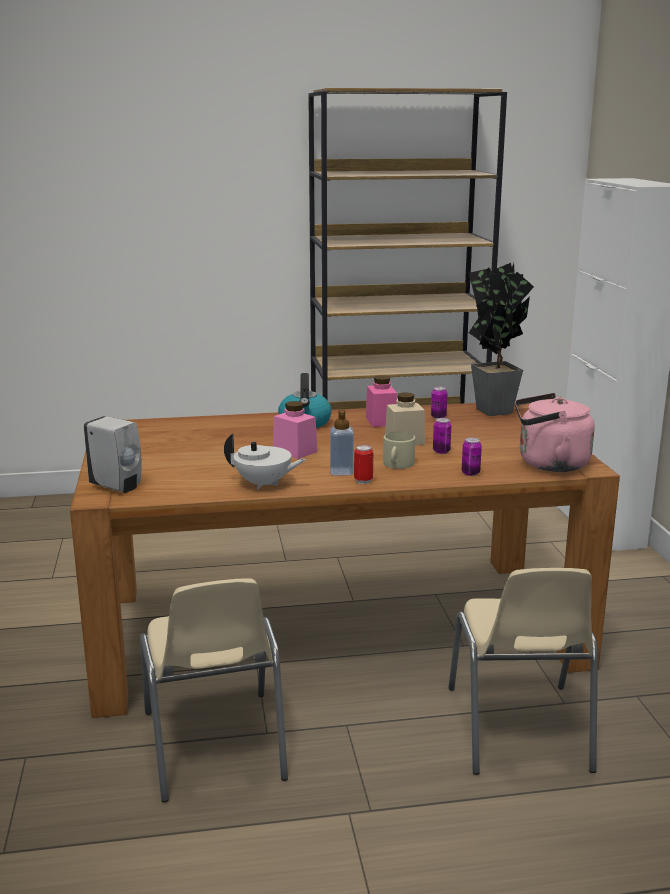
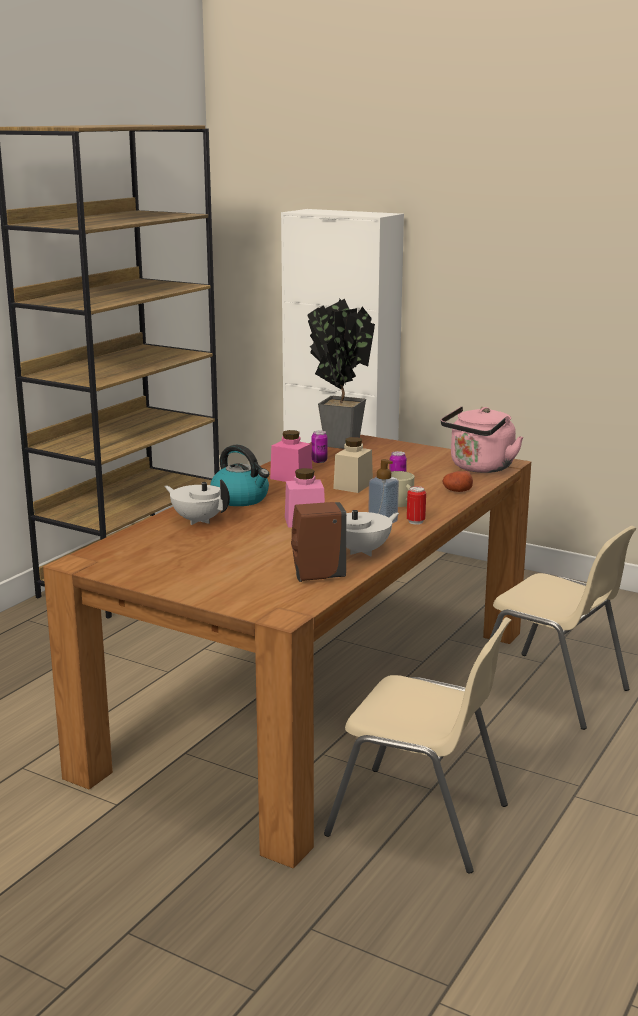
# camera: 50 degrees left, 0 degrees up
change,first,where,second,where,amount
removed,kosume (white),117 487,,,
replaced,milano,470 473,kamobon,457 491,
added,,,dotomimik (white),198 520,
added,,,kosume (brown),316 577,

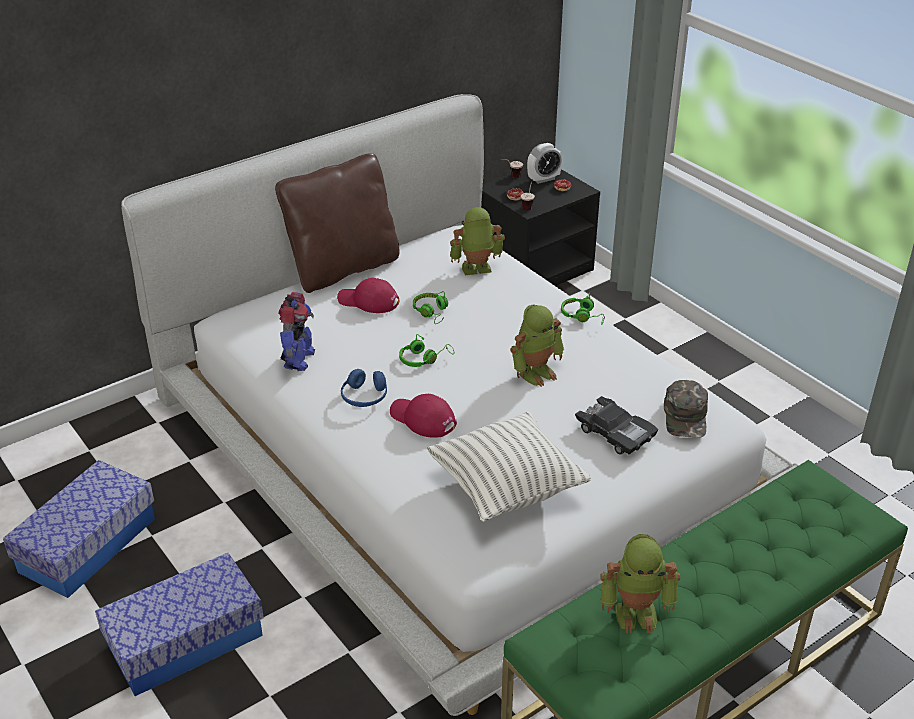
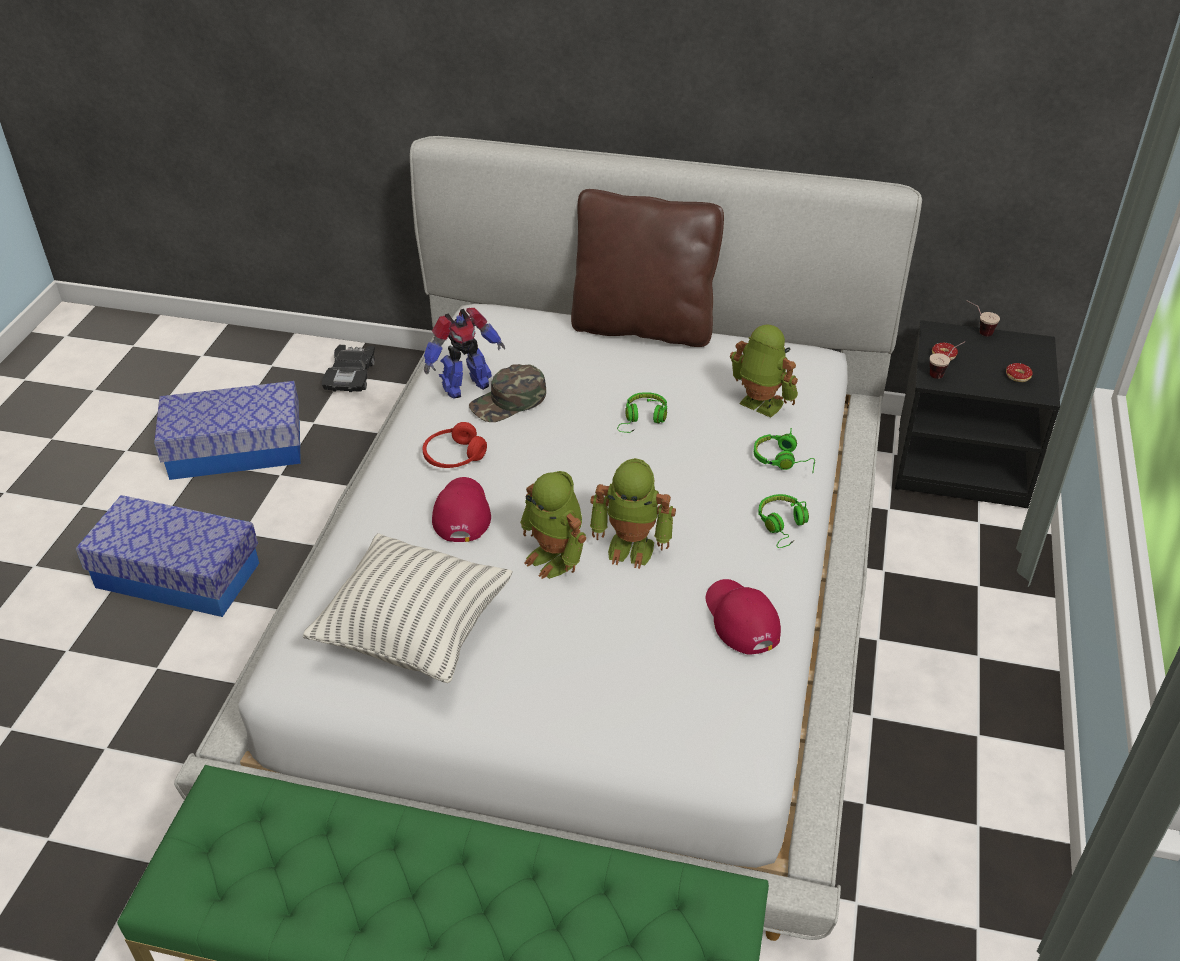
# camera: 50 degrees right, 5 degrees up
change,first,where,second,where,amount
removed,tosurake,543 179,,,
moved,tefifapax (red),368 301,,740 619,
moved,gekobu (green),424 359,,783 460,
recoloured,gekobu (blue),364 397,gekobu (red),454 456,
moved,tefifapax (green),686 416,,509 402,
moved,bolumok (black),615 433,,351 376,
moved,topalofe,636 612,,555 558,

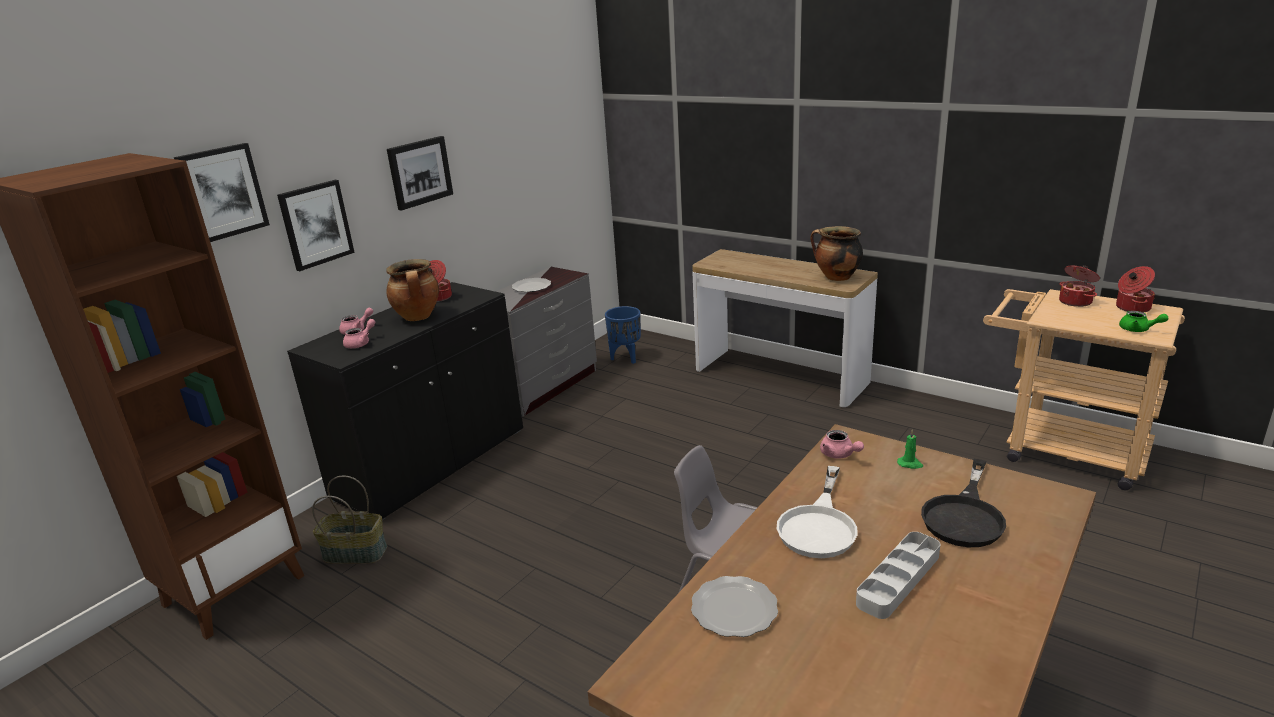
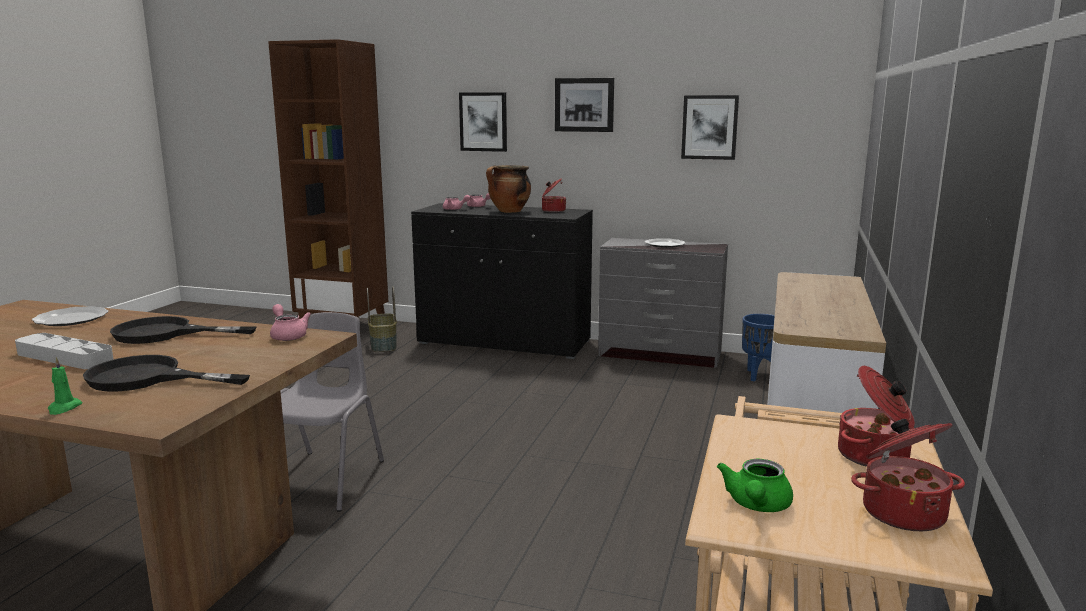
# camera: 70 degrees right, 10 degrees down
change,first,where,second,where,amount
moved,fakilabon,222 192,,709 127,
removed,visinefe,836 278,,,
moved,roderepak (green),910 464,,64 408,
turned,dotomimik (pink),839 455,,288 335,105 degrees clockwise
recoloured,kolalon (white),819 525,kolalon (black),165 334,

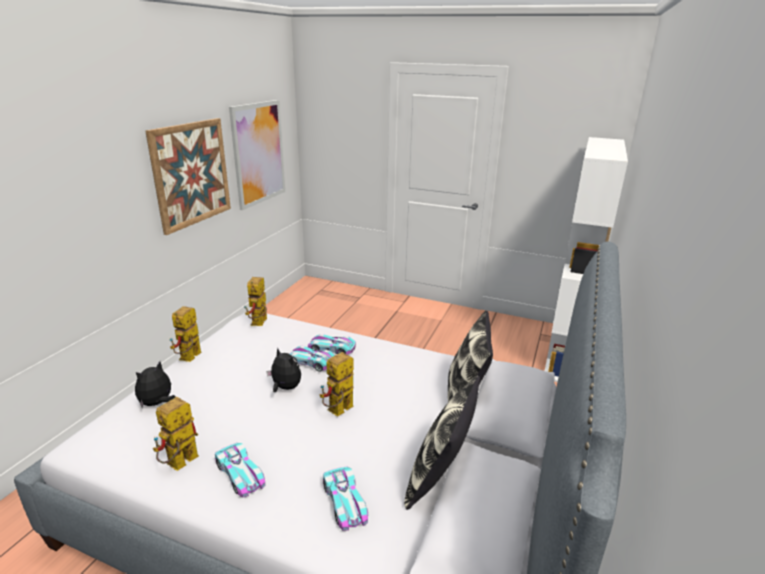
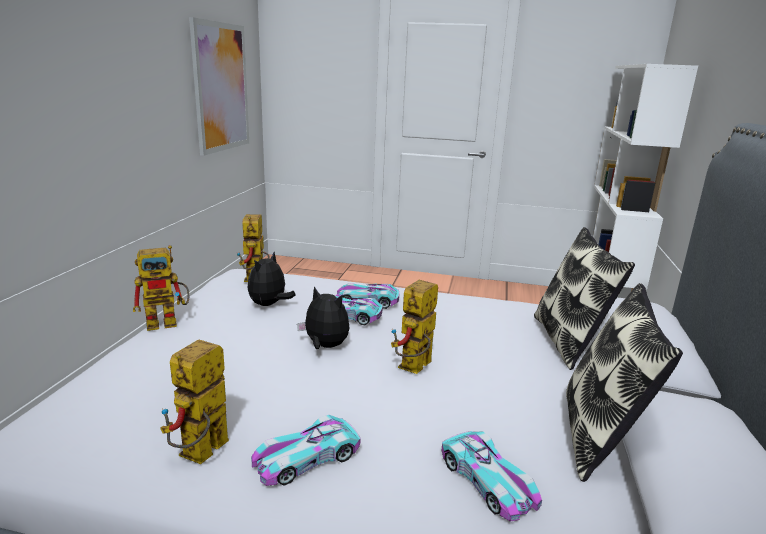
# camera: 10 degrees left, 5 degrees down
change,first,where,second,where,amount
removed,fakilabon,191 174,,,
turned,topalofe,189 359,,169 322,120 degrees counterclockwise
moved,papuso,157 403,,269 305,
turned,bolumok,240 473,,306 458,105 degrees clockwise

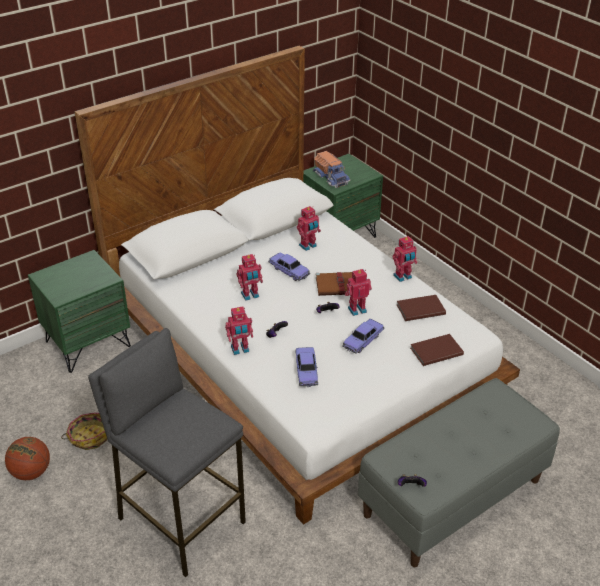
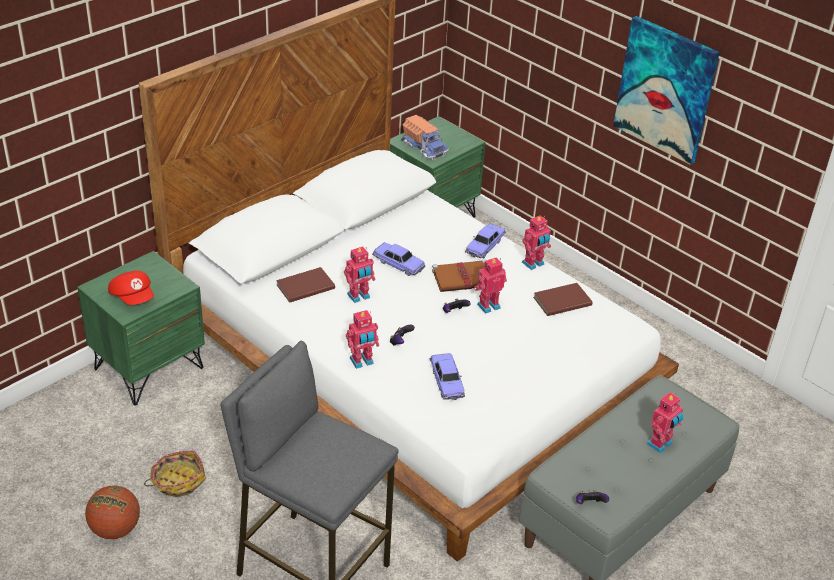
# camera: 10 degrees left, 0 degrees up
change,first,where,second,where,amount
moved,topalofe,308 246,,660 444,
moved,bolumok,363 340,,485 246,
moved,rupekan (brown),435 351,,304 286,
added,,,fakilabon,665 89,
added,,,tefifapax (red),133 297,

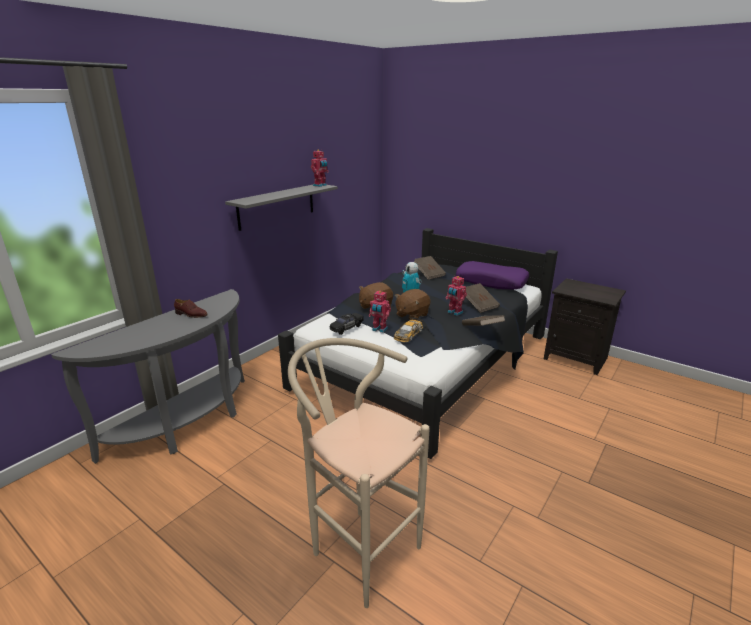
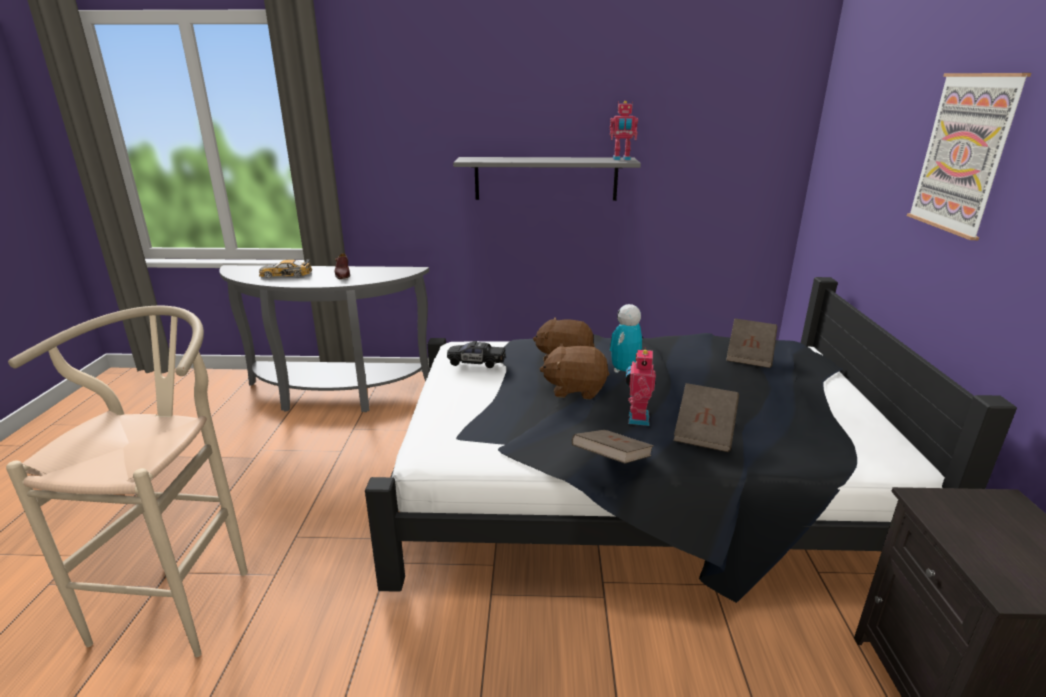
# camera: 55 degrees right, 0 degrees up
change,first,where,second,where,amount
removed,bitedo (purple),491 282,,,
removed,topalofe,379 329,,,
moved,bolumok,408 334,,285 274,
added,,,fakilabon,964 154,

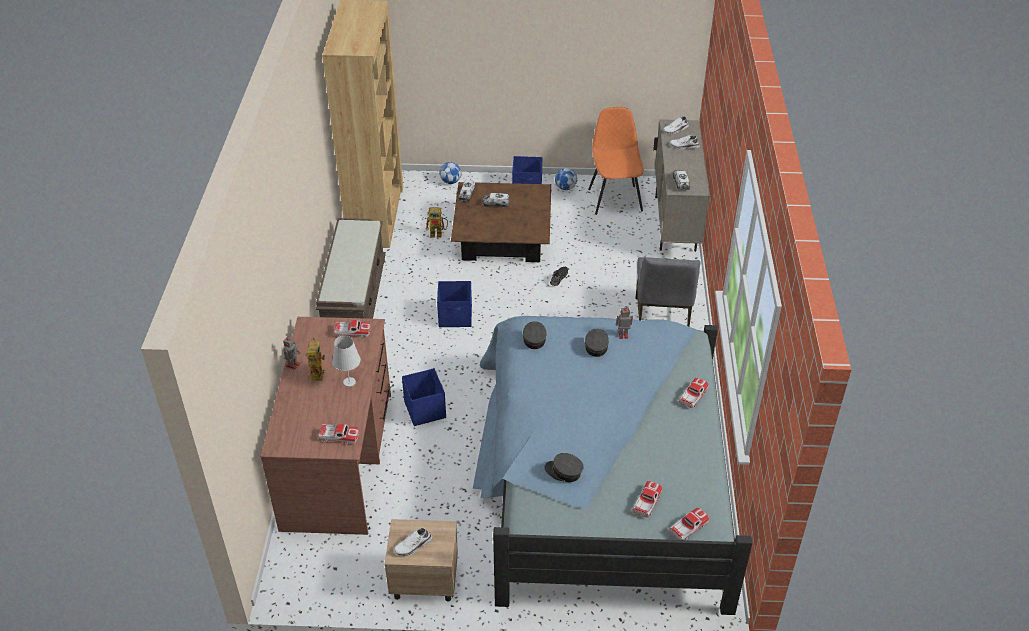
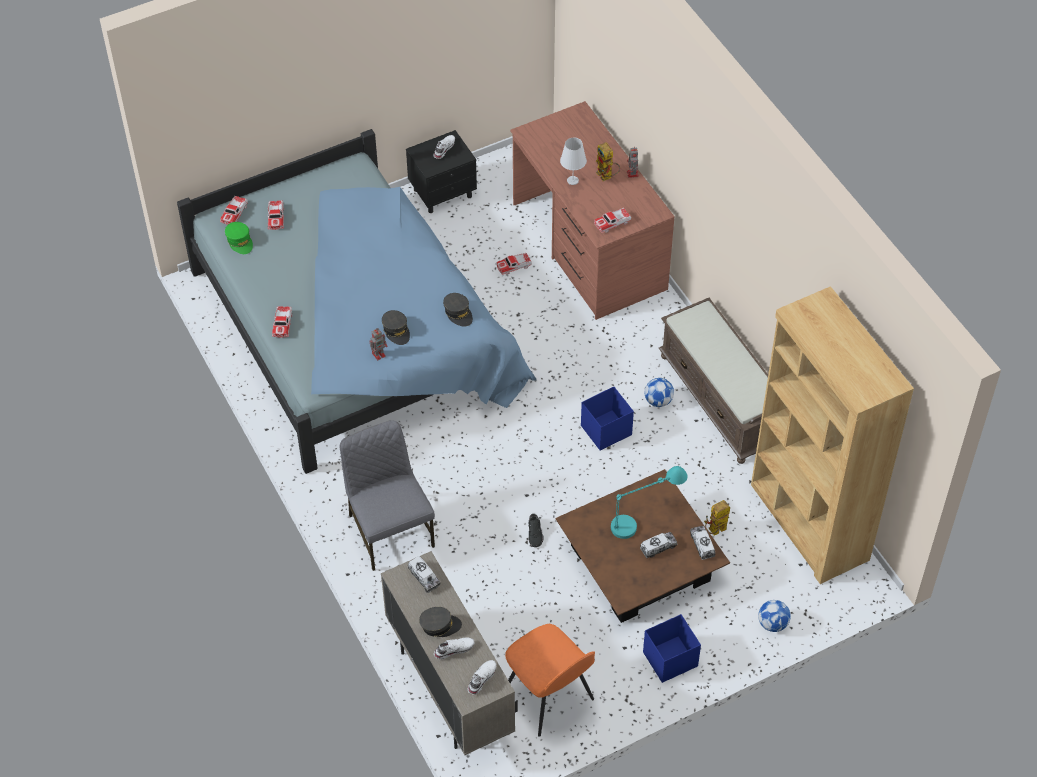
# camera: 150 degrees right, 10 degrees up
change,first,where,second,where,amount
moved,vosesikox,565 188,,658 401,
removed,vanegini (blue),425 409,,,
moved,bolumok,339 437,,514 266,
moved,tefifapax (grey),564 472,,440 625,
recoloured,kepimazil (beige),423 581,kepimazil (black),443 193,
added,,,tefifapax (green),240 241,
added,,,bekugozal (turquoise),644 519,

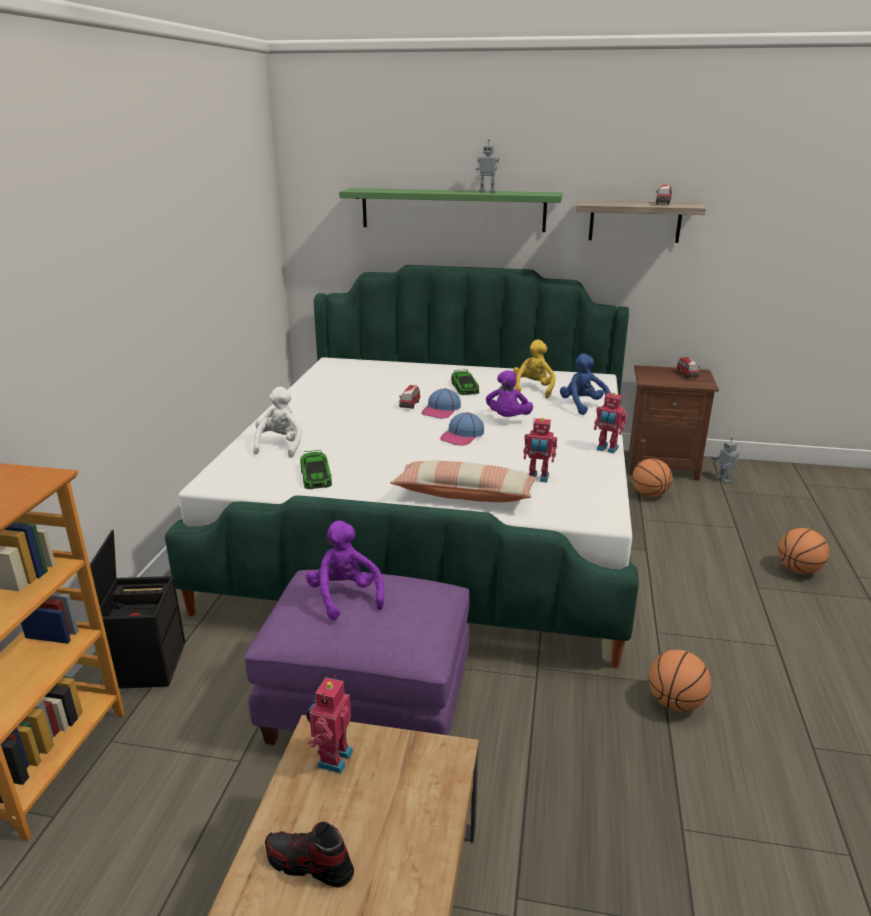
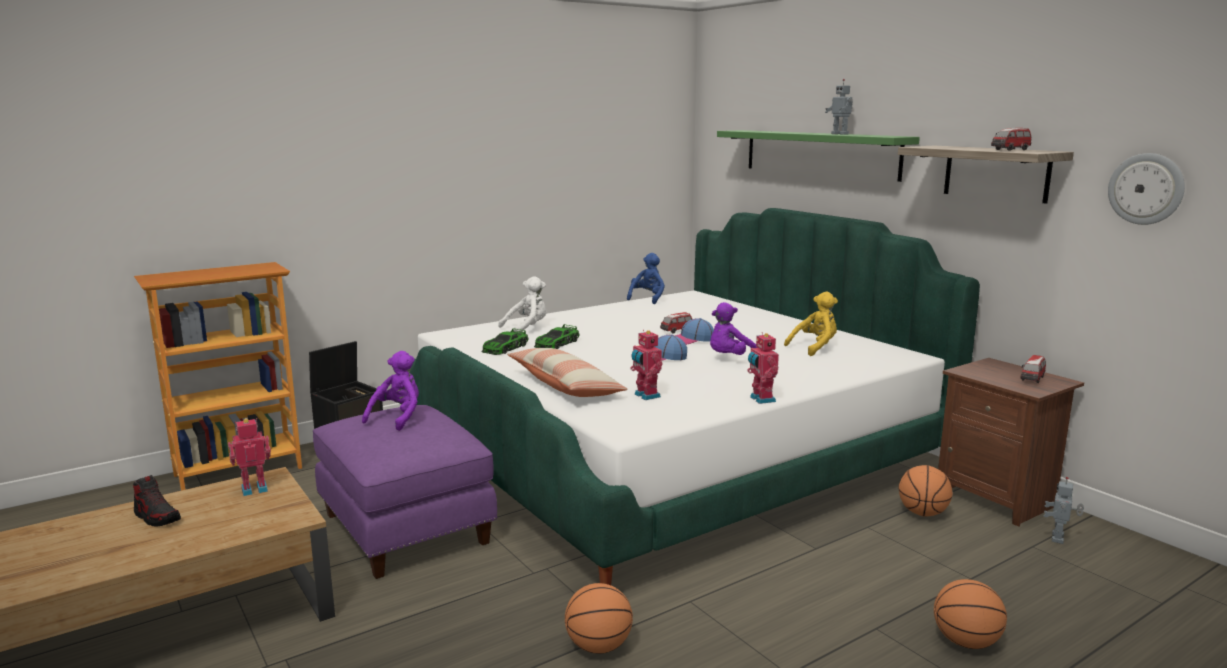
# camera: 45 degrees right, 10 degrees down
change,first,where,second,where,amount
moved,papuso (blue),583 406,,647 298,
moved,bolumok,464 387,,556 343,
turned,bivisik,309 865,,157 517,150 degrees clockwise
added,,,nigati,1146 189,

